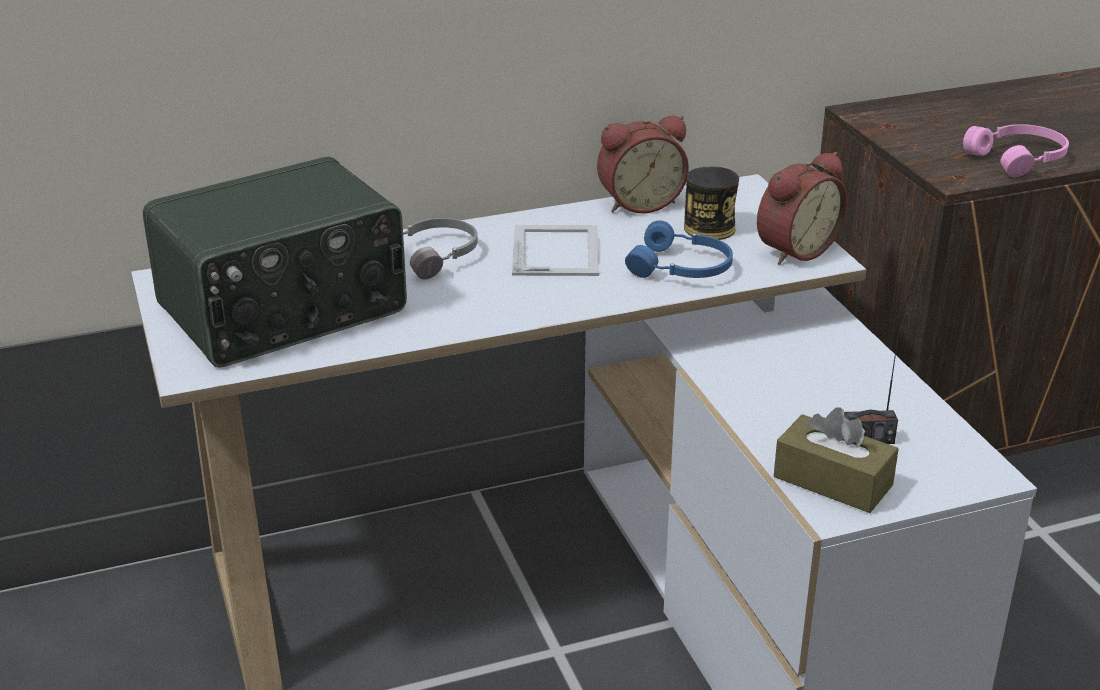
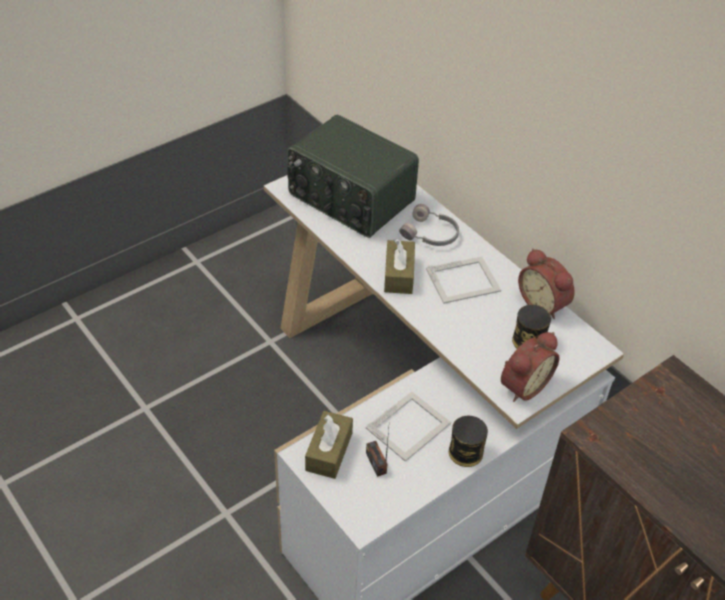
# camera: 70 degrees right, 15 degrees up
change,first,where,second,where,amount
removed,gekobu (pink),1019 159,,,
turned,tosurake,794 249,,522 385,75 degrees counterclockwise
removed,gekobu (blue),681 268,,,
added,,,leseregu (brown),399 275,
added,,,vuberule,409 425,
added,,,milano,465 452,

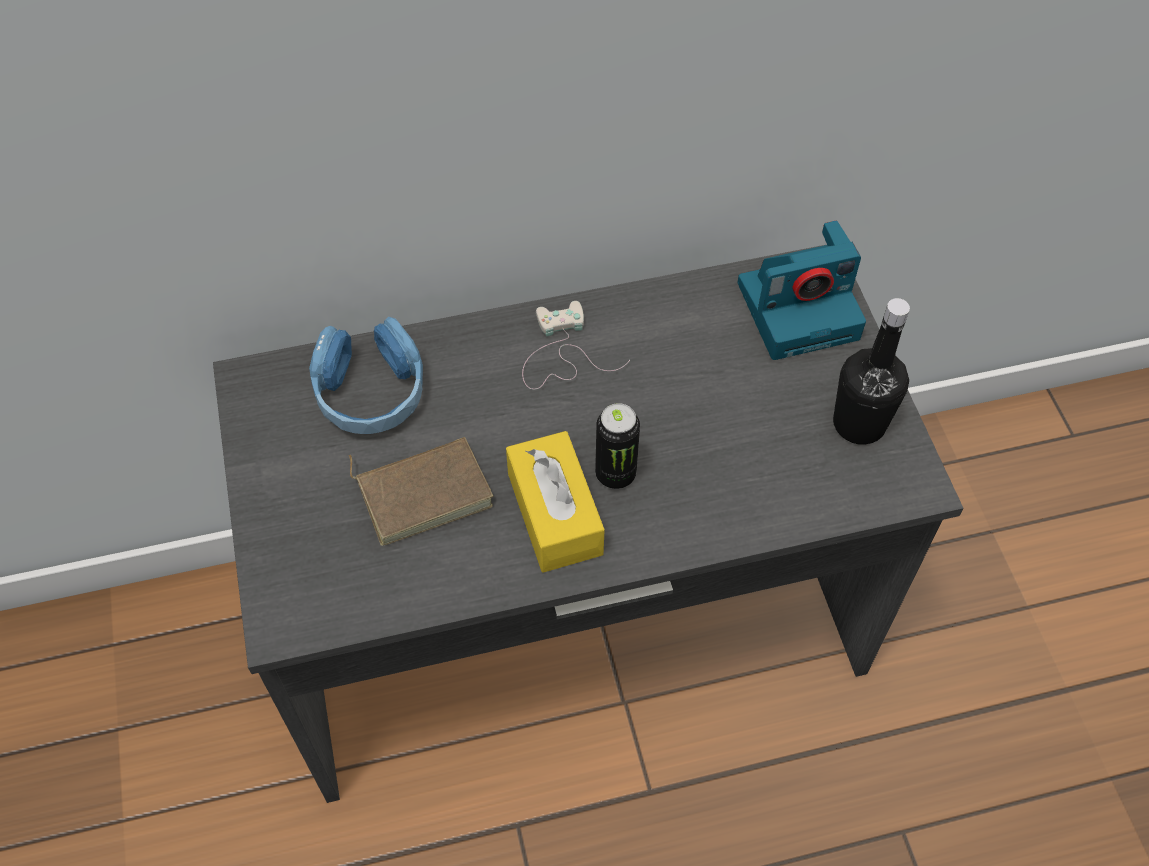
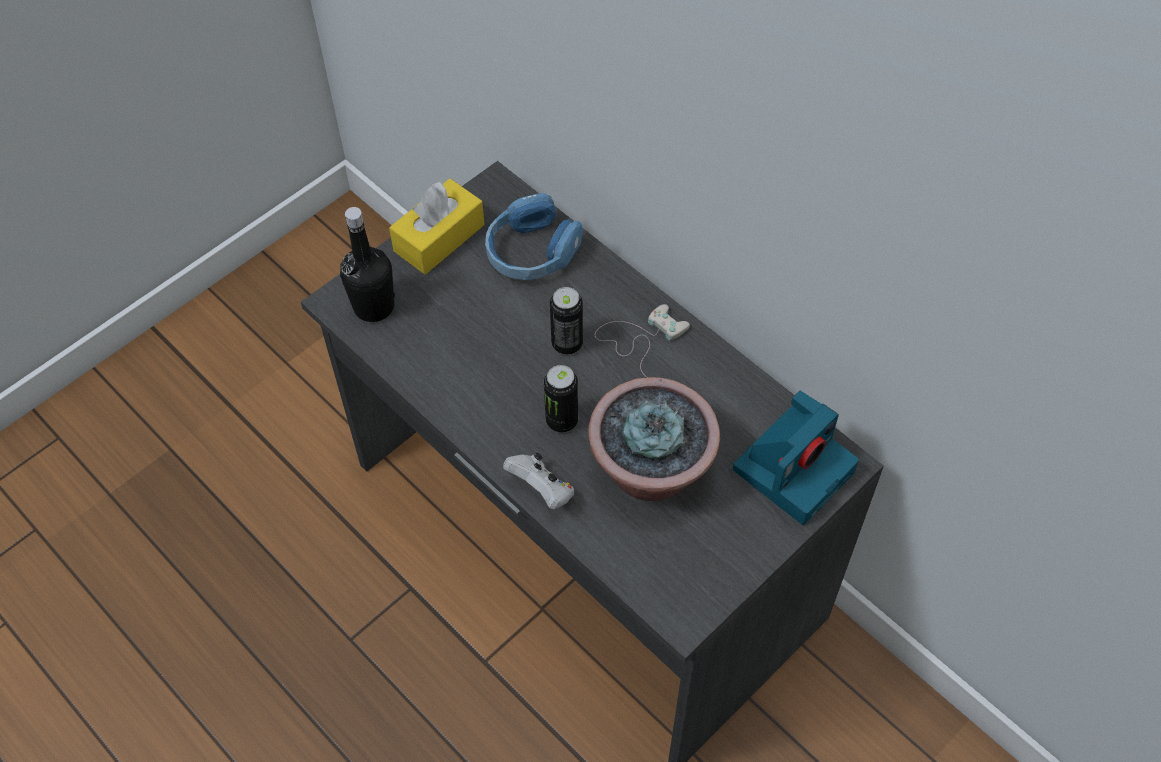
# camera: 60 degrees right, 0 degrees up
change,first,where,second,where,amount
turned,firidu,800 309,,794 468,90 degrees counterclockwise
moved,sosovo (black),859 424,,374 306,
moved,leseregu (yellow),554 514,,439 238,
removed,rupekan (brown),424 490,,,
added,,,milano,567 344,
added,,,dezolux,651 470,
added,,,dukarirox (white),542 490,

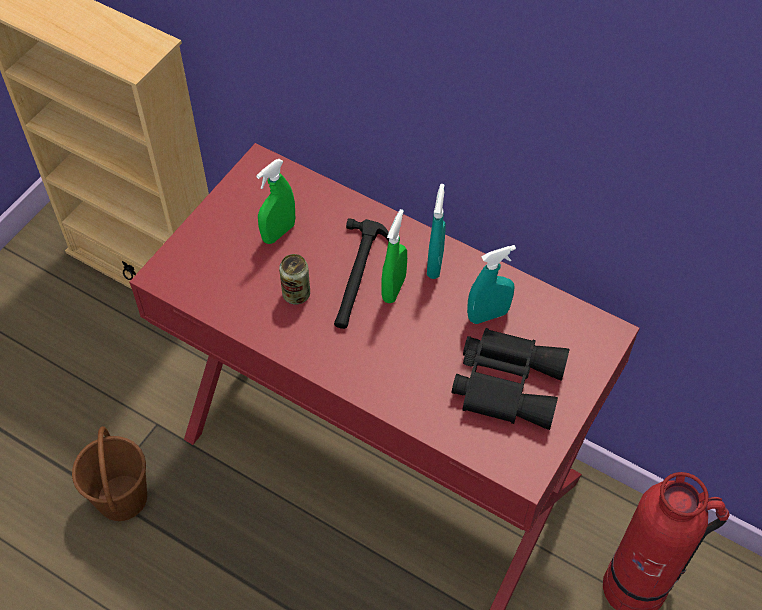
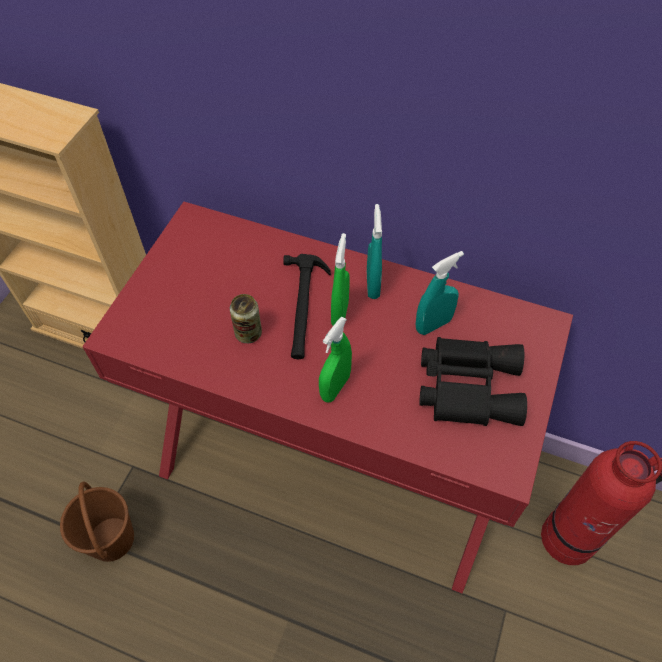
# camera: 10 degrees left, 0 degrees up
change,first,where,second,where,amount
moved,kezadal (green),278 232,,335 387,

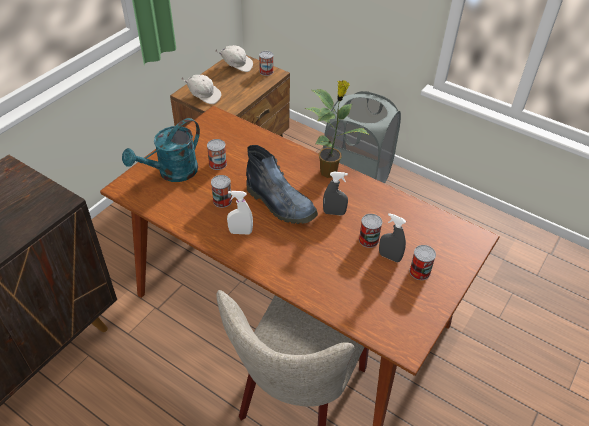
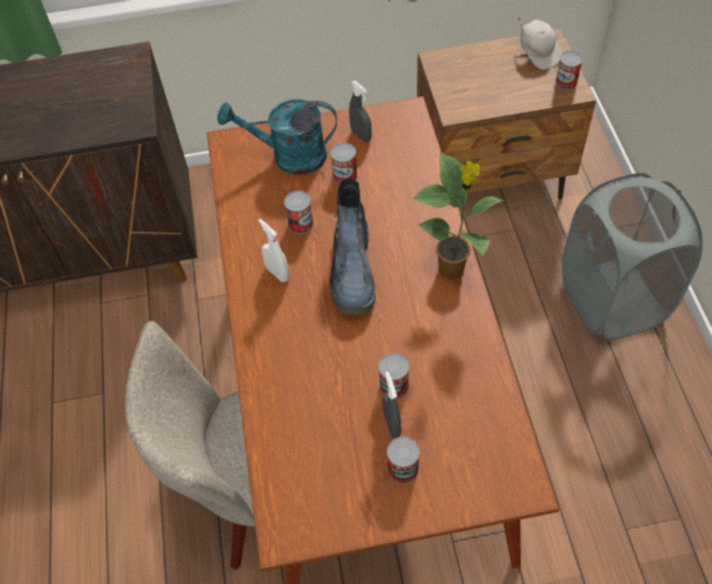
# camera: 50 degrees right, 10 degrees up
change,first,where,second,where,amount
removed,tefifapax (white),204 96,,,
moved,kezadal (grey),334 213,,361 135,

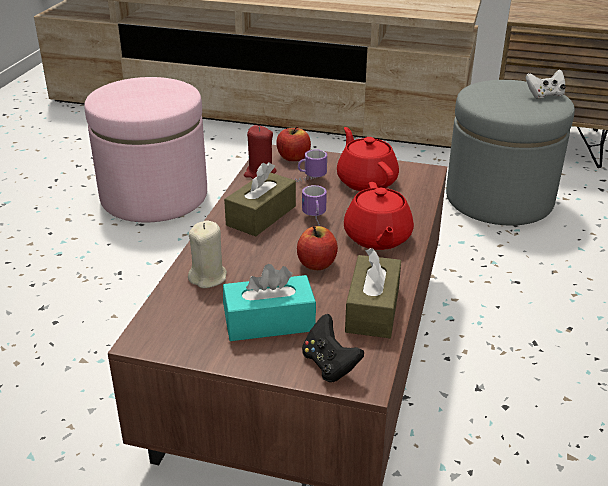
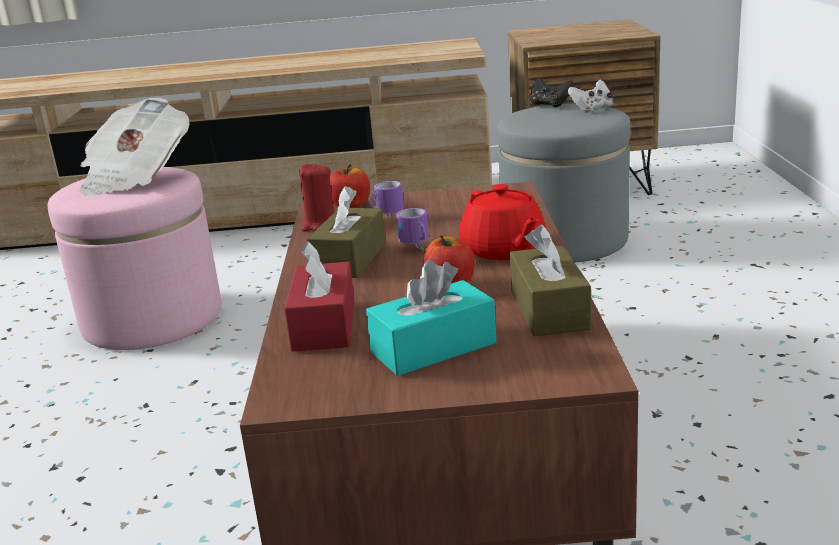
# camera: 15 degrees left, 10 degrees down
change,first,where,second,where,amount
removed,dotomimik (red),366 181,,,
replaced,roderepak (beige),208 277,leseregu (red),324 325,
moved,dukarirox (black),329 365,,550 105,
added,,,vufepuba,135 178,

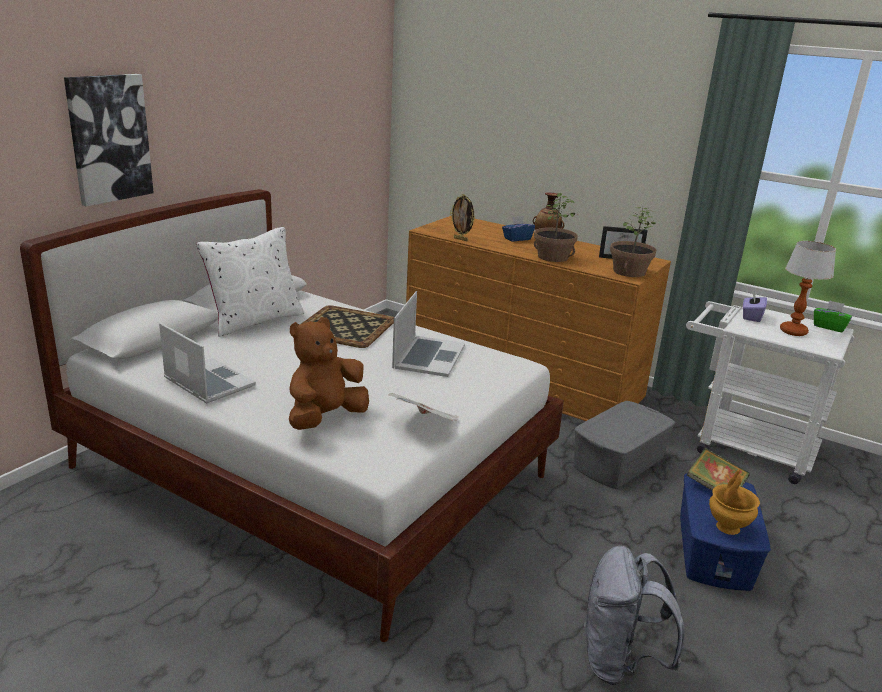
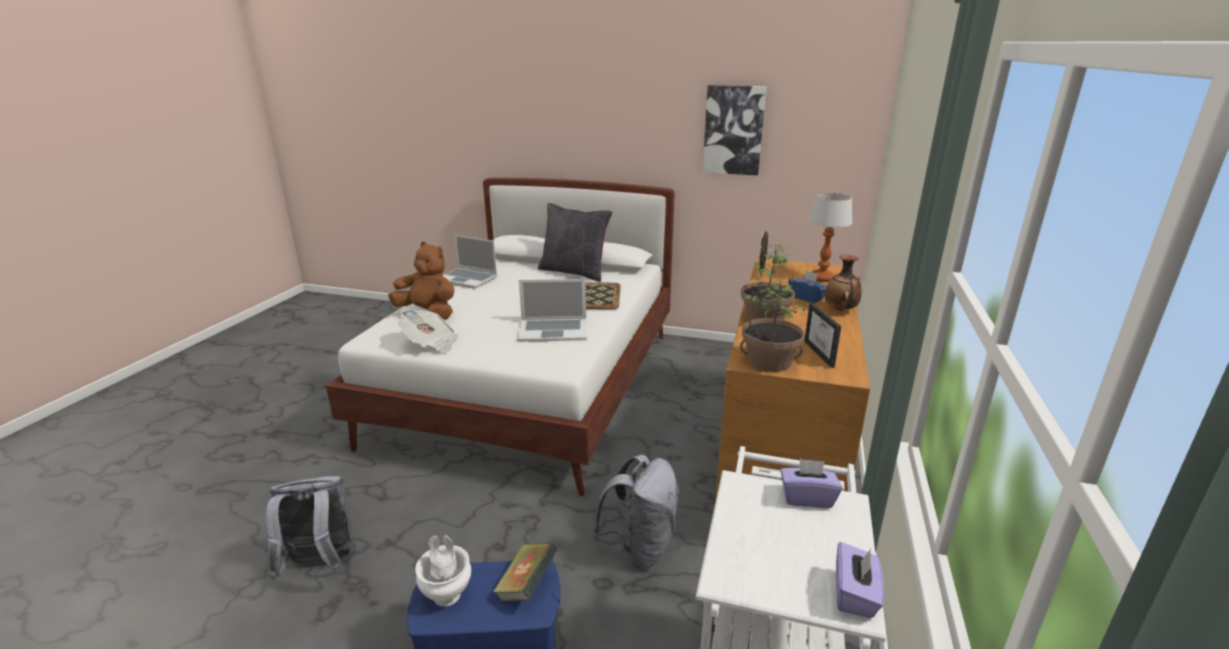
# camera: 75 degrees right, 0 degrees up
change,first,where,second,where,amount
moved,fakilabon,109 138,,733 130,
recoloured,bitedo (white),254 320,bitedo (black),574 272,
moved,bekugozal,793 331,,822 278,
recoloured,leseregu (green),829 327,leseregu (purple),855 595,
turned,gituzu,207 382,,468 279,90 degrees clockwise
replaced,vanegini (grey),618 462,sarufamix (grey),640 548,
recoloured,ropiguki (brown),727 527,ropiguki (white),448 595,

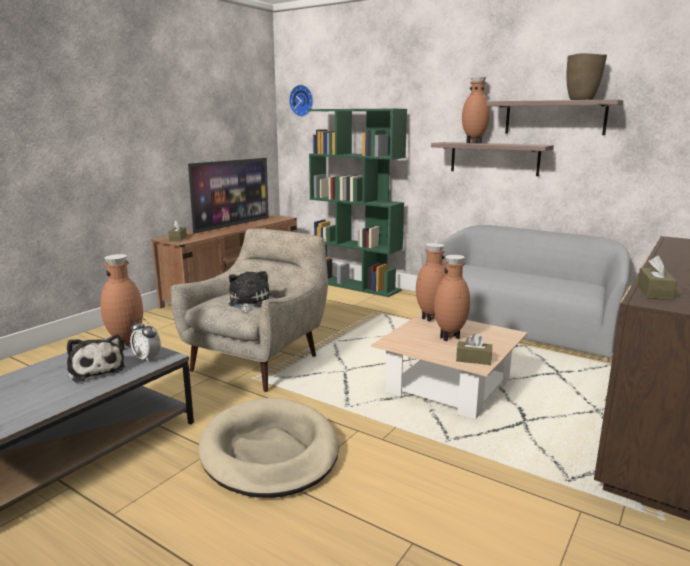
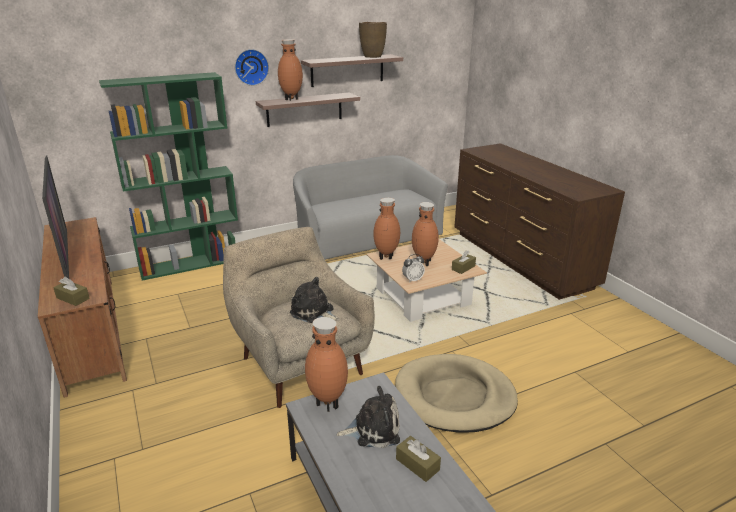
# camera: 60 degrees left, 10 degrees up
change,first,where,second,where,amount
moved,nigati,302 100,,251 67,
moved,leseregu (brown),654 292,,417 464,
moved,tosurake,147 358,,413 280,

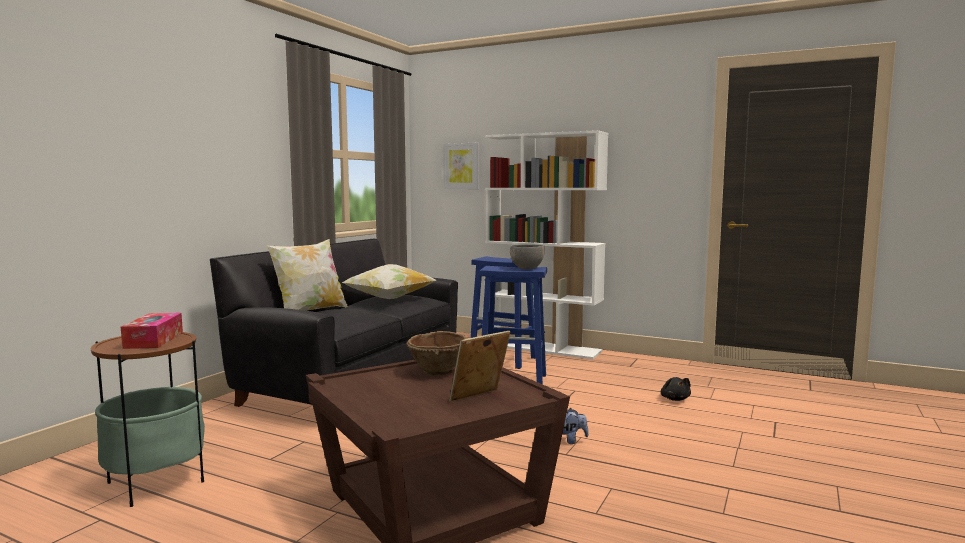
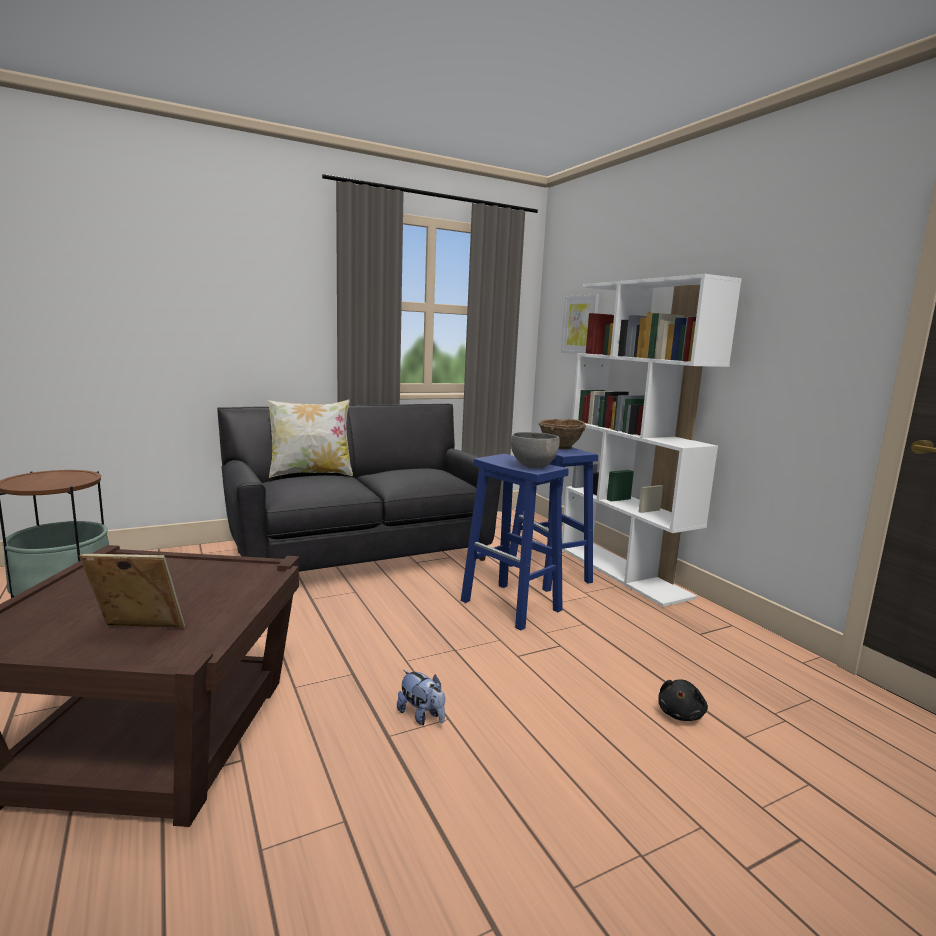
# camera: 35 degrees right, 5 degrees up
change,first,where,second,where,amount
removed,bitedo,389 298,,,
removed,leseregu,154 340,,,
moved,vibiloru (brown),438 372,,560 447,

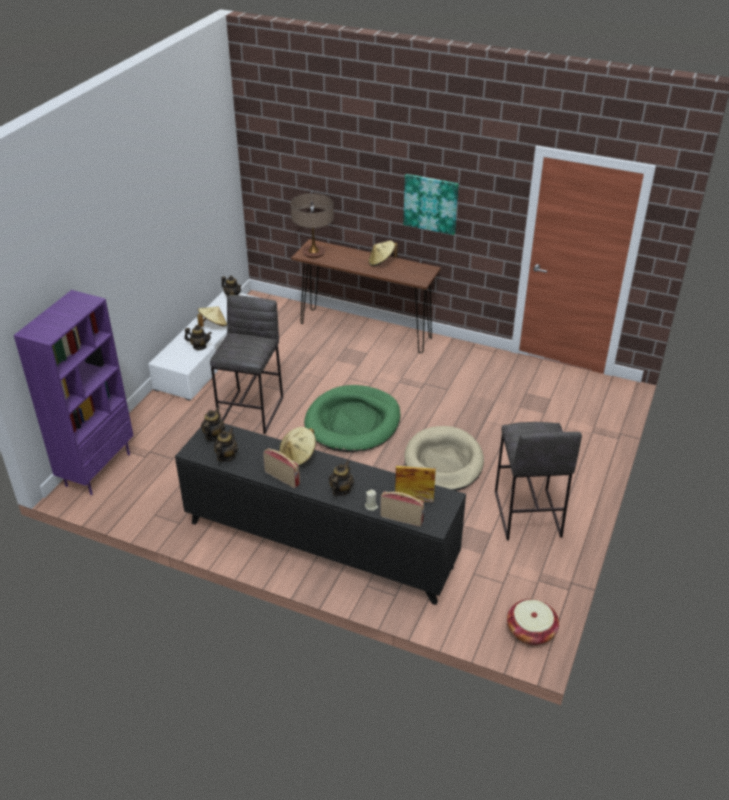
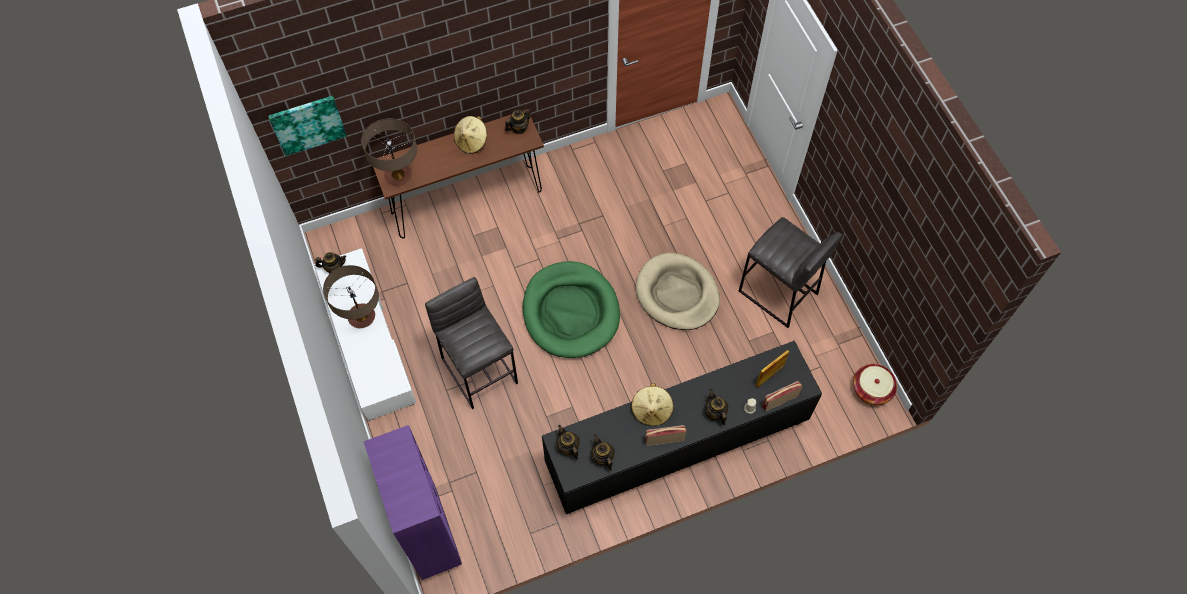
# camera: 45 degrees left, 25 degrees up
change,first,where,second,where,amount
moved,fakilabon,431 203,,308 124,
replaced,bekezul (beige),213 326,bekugozal,361 317,
moved,dotomimik,199 347,,519 128,

